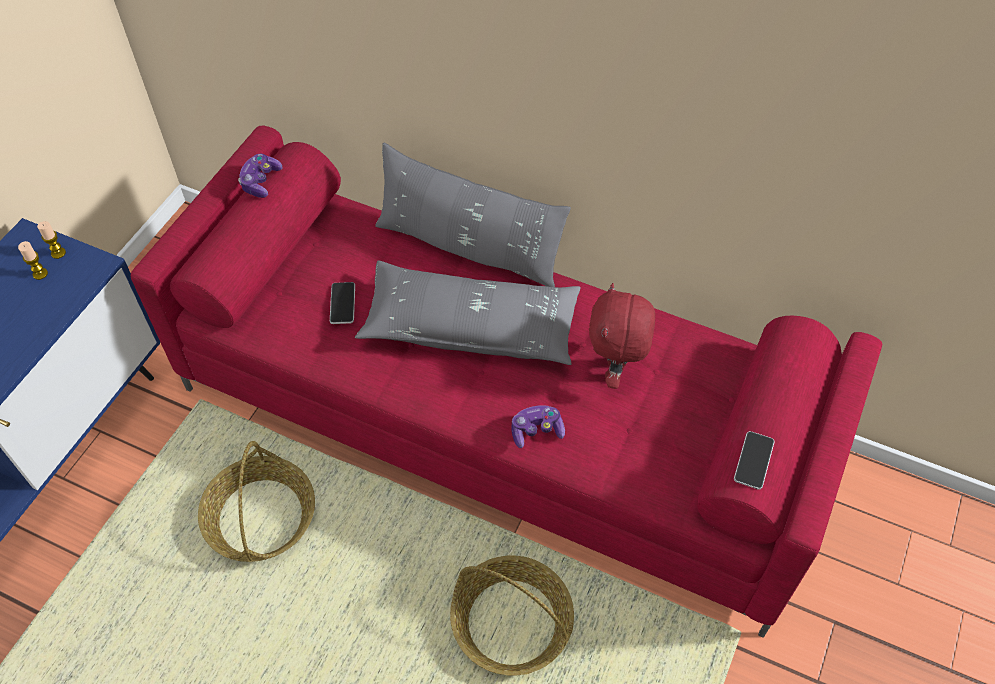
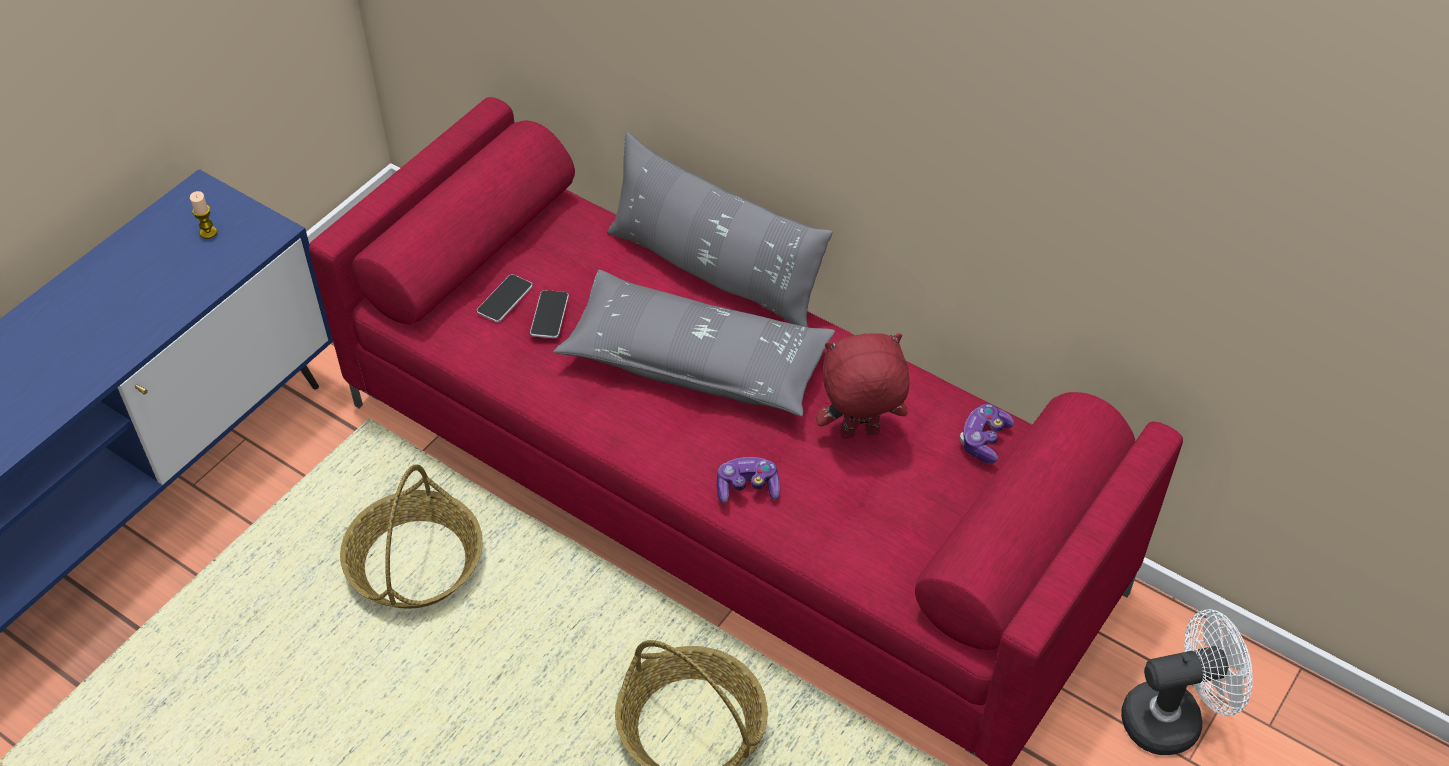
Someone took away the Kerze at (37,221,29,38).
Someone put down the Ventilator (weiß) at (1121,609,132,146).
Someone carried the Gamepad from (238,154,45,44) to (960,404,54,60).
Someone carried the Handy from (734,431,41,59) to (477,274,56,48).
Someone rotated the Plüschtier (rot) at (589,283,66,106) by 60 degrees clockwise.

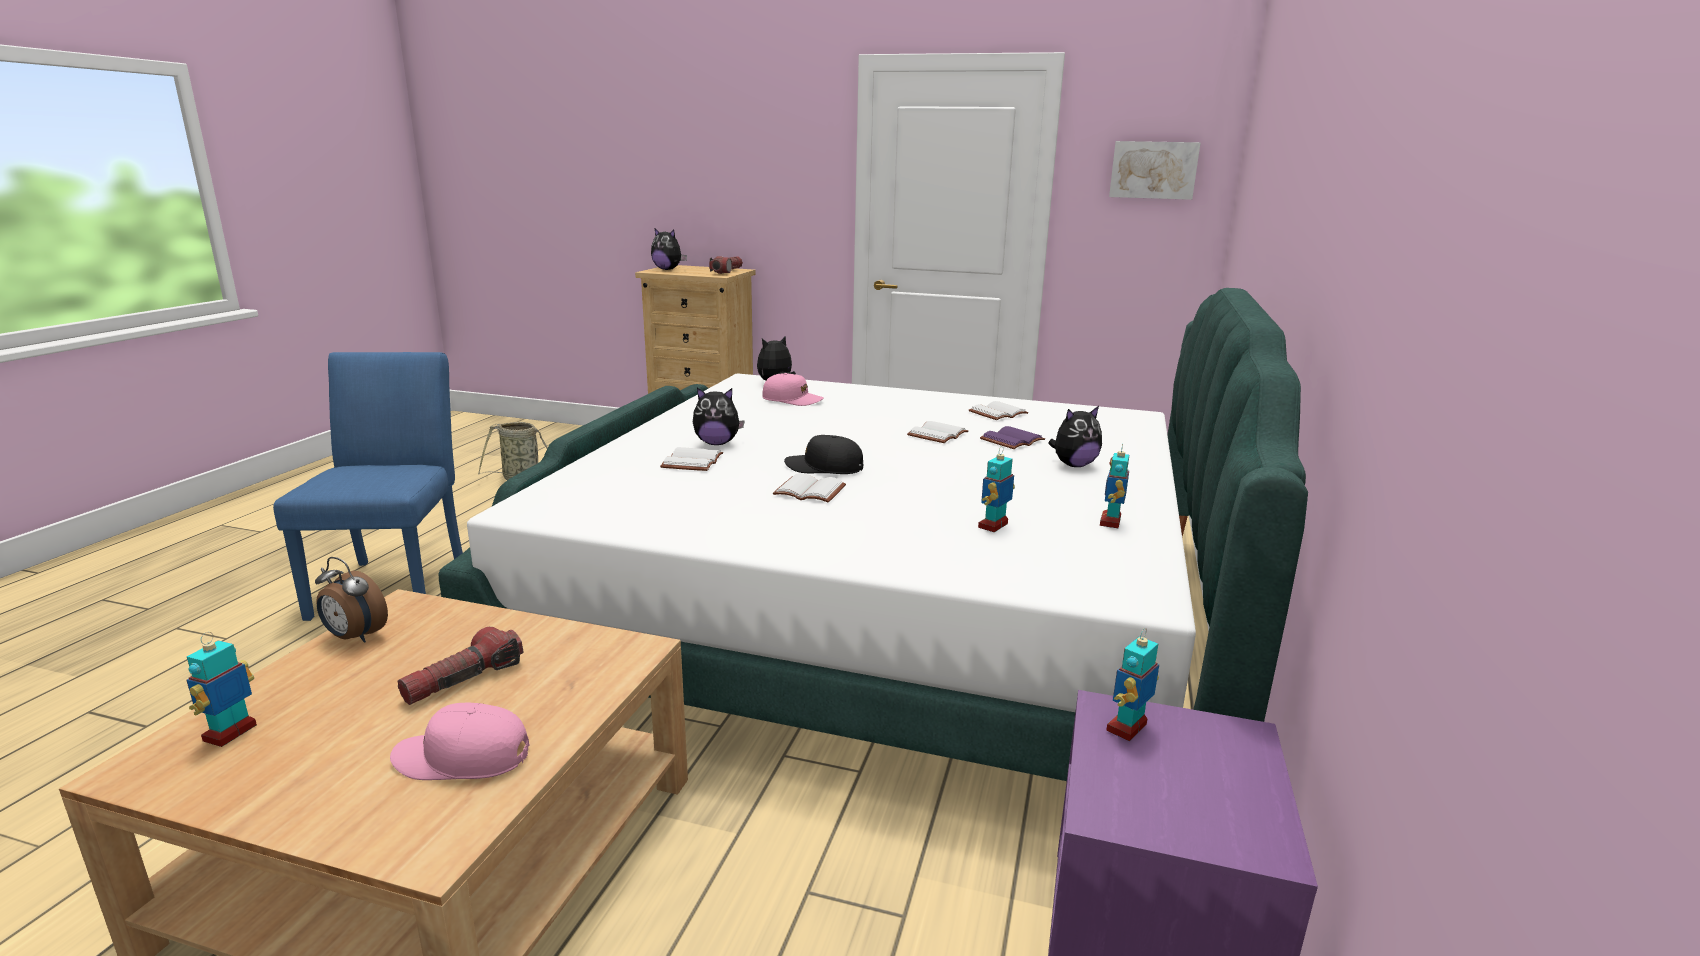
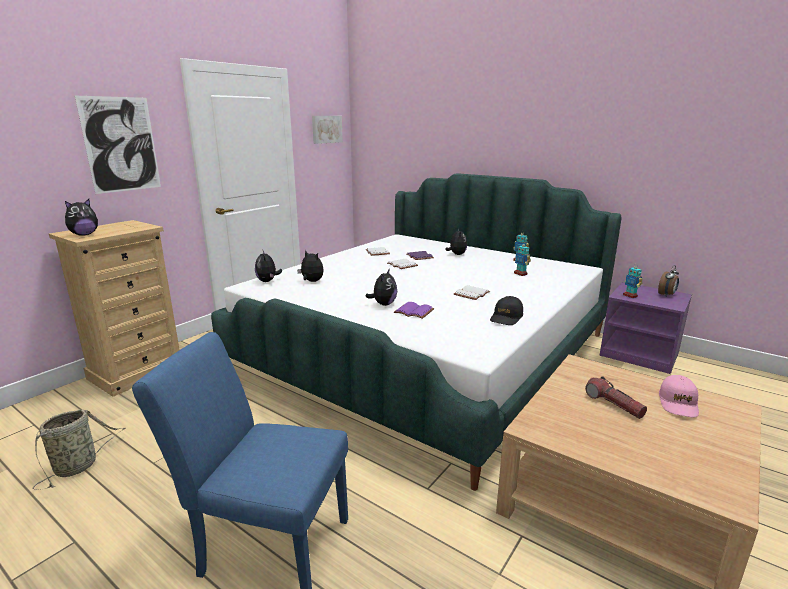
Someone took away the Spielzeugroboter at (187,632,70,115).
Someone took away the Taschenlampe at (709,256,34,18).
Someone put up the Bild at (75,96,86,98).
Someone carried the Wecker from (315,557,73,86) to (658,265,21,31).
Someone carried the Kappe (schwarz) from (784,435,79,39) to (490,296,33,29).
Someone swapped the Kappe (rosa) at (762,373,62,33) for the Plüschtier at (297,250,27,32).
Someone repainted the Buch (weiß) at (660,447,63,24), which became the Buch (lila) at (394,302,40,17).

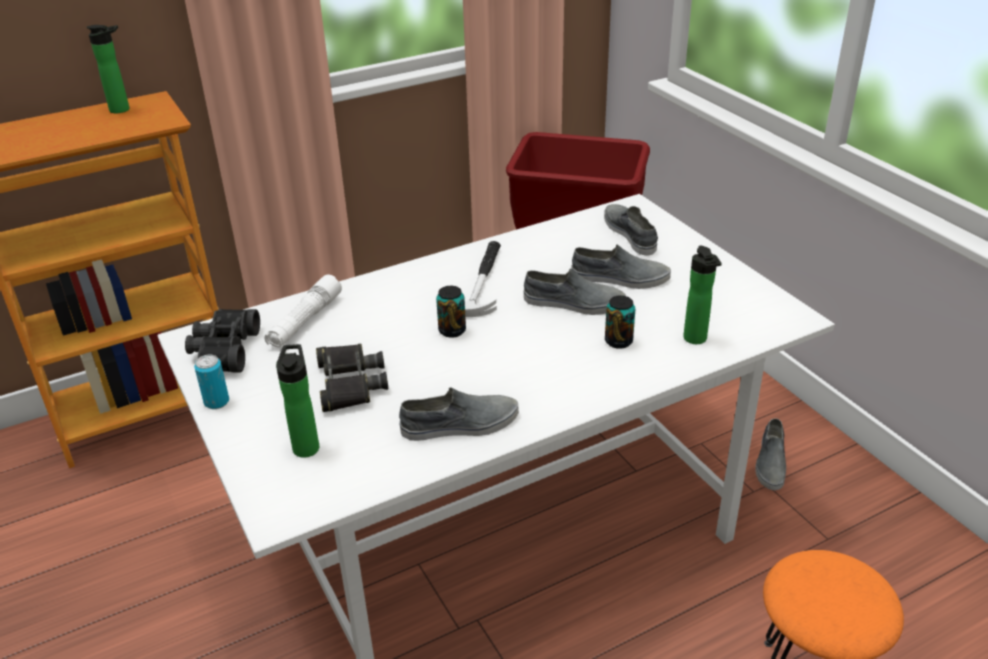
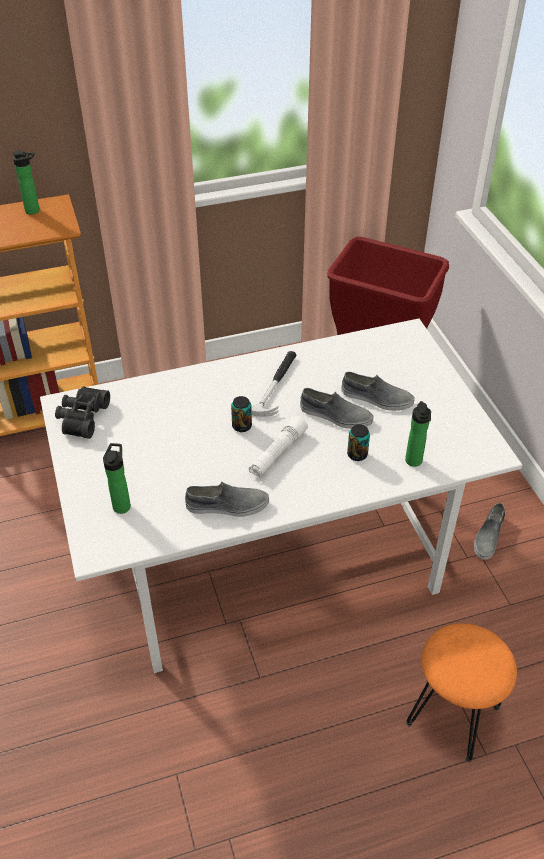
Someone took away the Dose at (194,355,35,54).
Someone took away the Fernglas (schwarz) at (316,344,72,68).
Someone took away the Schuh (grau) at (604,204,54,52).
Someone carried the Taschenlampe (weiß) from (265,275,77,73) to (249,416,59,61).

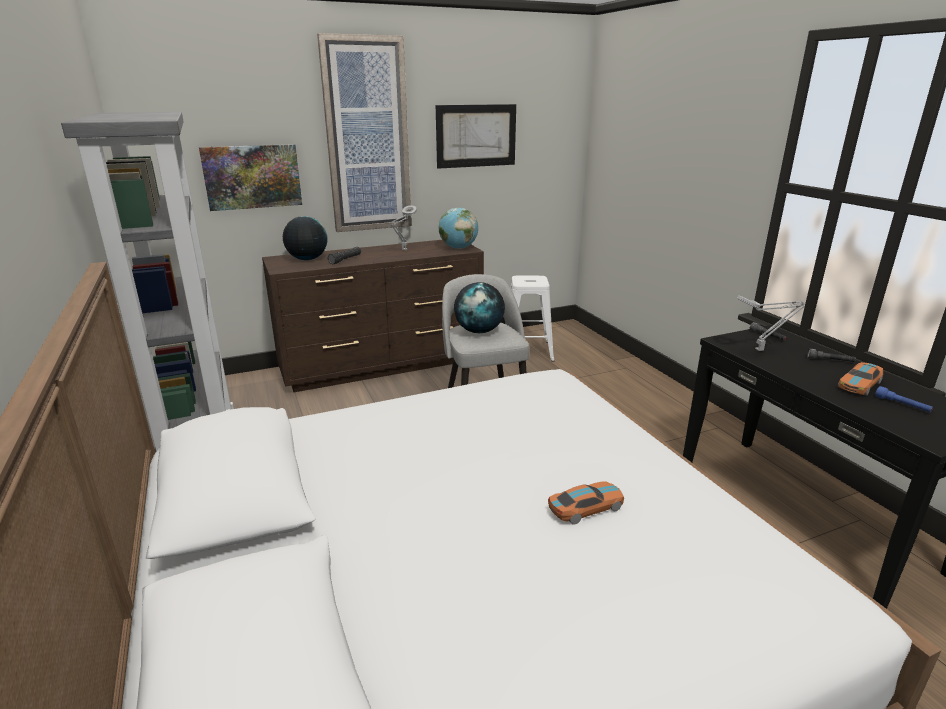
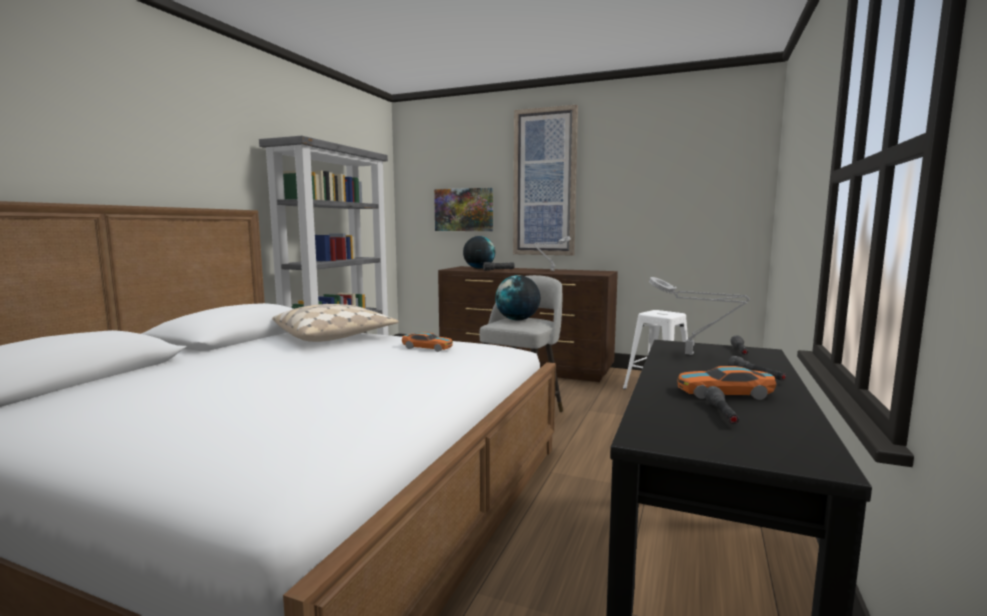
Someone took away the Bild at (436,104,80,65).
Someone took away the Globus at (439,208,39,41).
Someone put down the Kissen (beige) at (272,304,127,38).
Someone carried the Spielzeugauto from (548,481,76,44) to (402,332,51,20).
Someone repainted the Taschenlampe (blau) at (875,386,58,26), which became the Taschenlampe (grau) at (704,386,35,38).

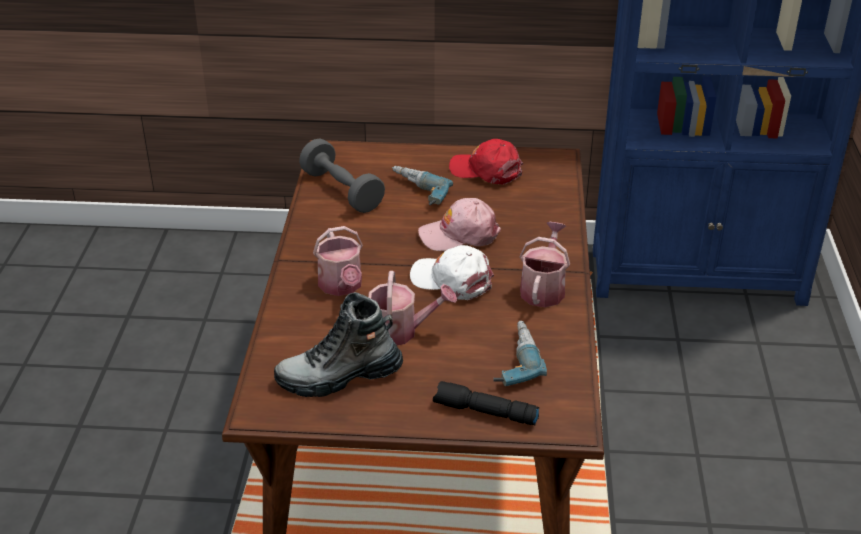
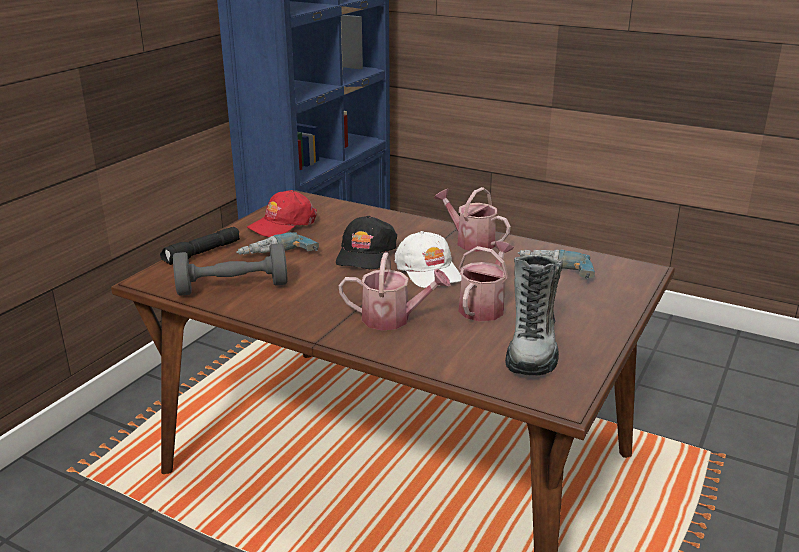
Someone carried the Taschenlampe (schwarz) from (433,381,107,44) to (160,227,80,38).
Someone repainted the Kappe (rosa) at (418,198,83,53), which became the Kappe (schwarz) at (336,216,61,53).
Someone rotated the Kappe (weiß) at (410,245,84,55) by 75 degrees counterclockwise.

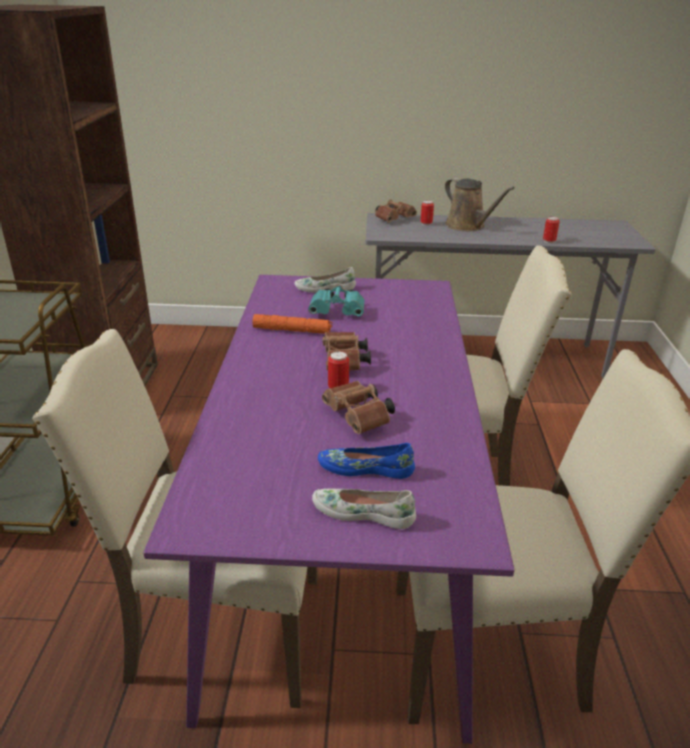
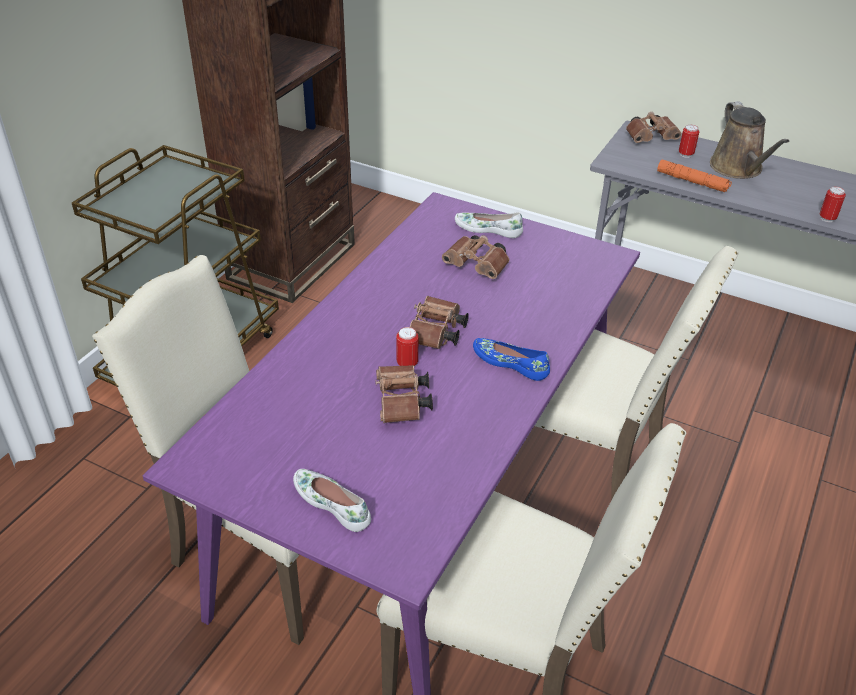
Someone carried the Taschenlampe (orange) from (252,314,80,20) to (657,160,75,32).
Someone carried the Schuh (blau) from (318,443,97,36) to (473,338,77,43).
Someone repainted the Fernglas (türkis) at (308,284,57,33), which became the Fernglas (braun) at (442,235,67,44).

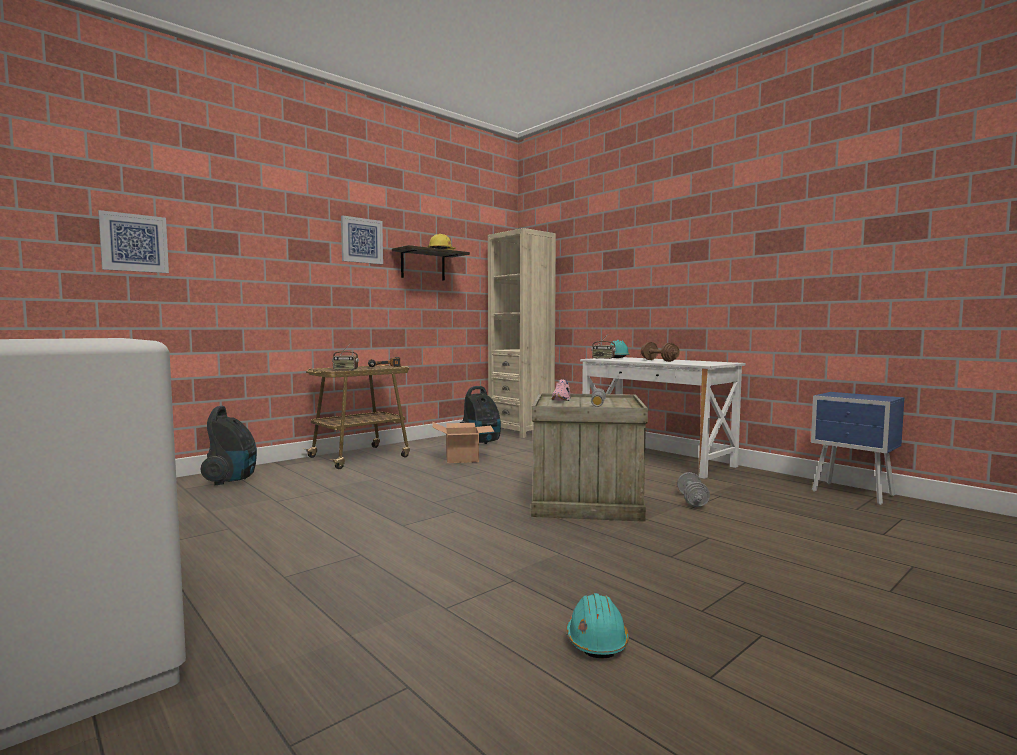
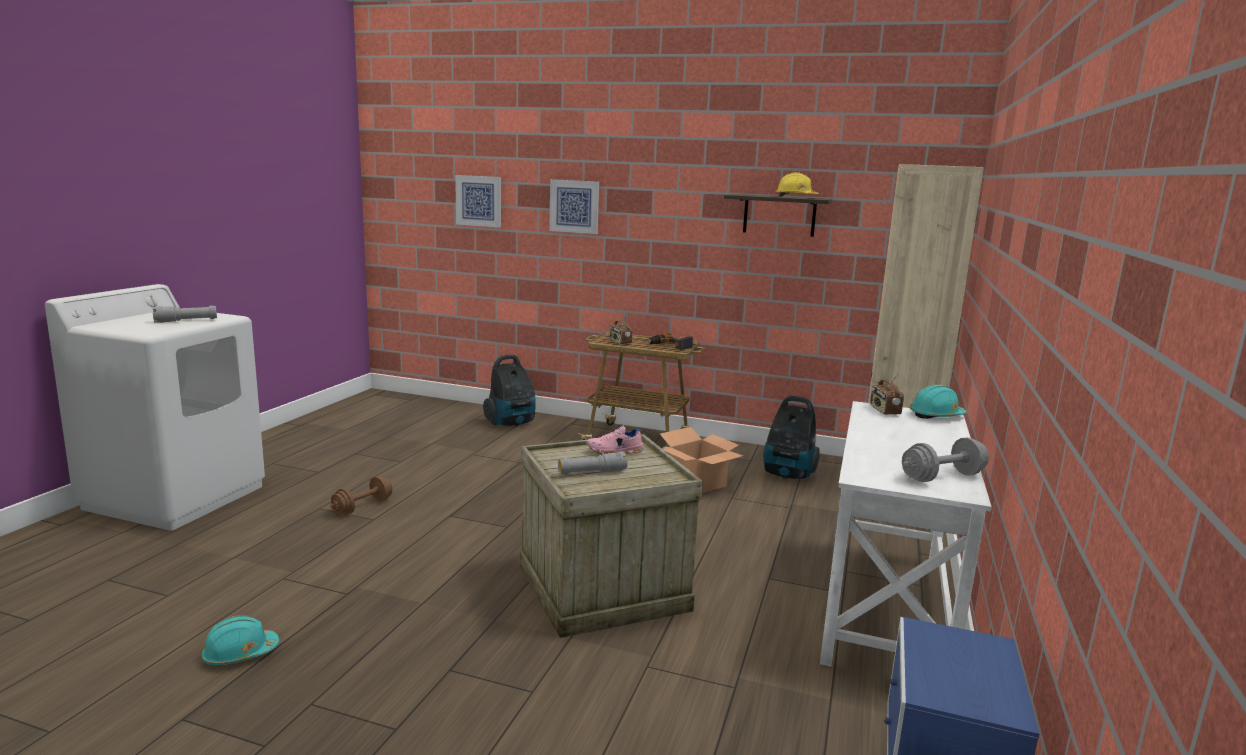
Someone put down the Taschenlampe (grau) at (152,306,65,17).
Someone carried the Bild from (341,215,42,49) to (549,179,50,55).
Someone carried the Hantel (braun) from (641,342,39,20) to (331,476,62,39).
Someone carried the Hantel (grau) from (677,472,33,35) to (902,437,87,45).

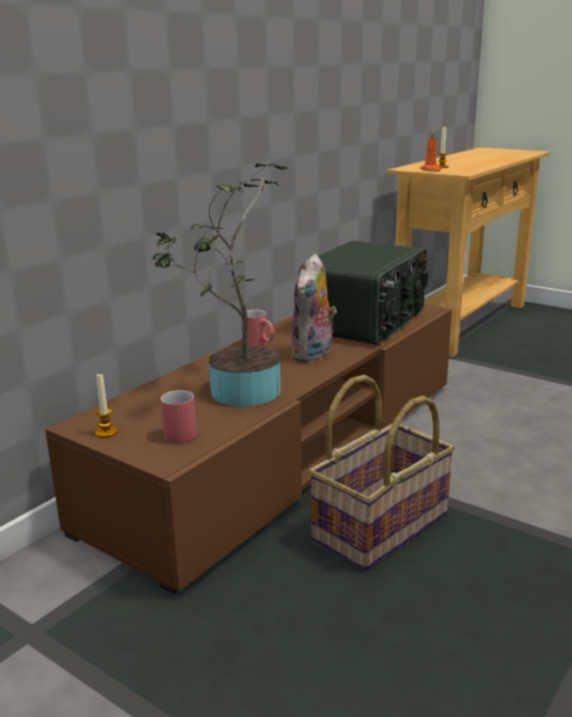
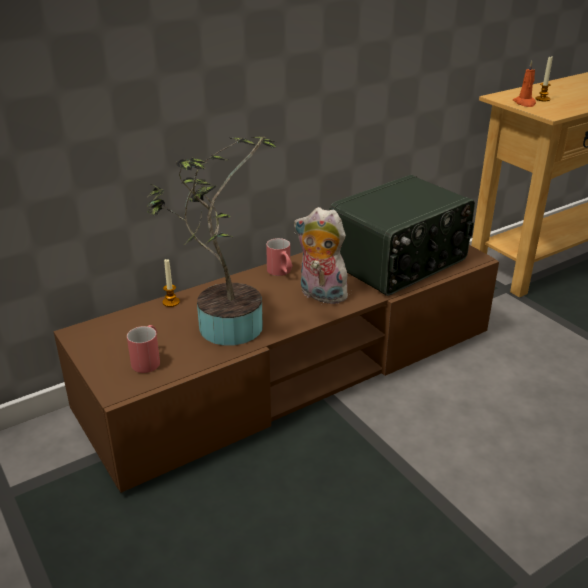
Someone took away the Korb at (308,375,147,195).
Someone carried the Kerze from (95,373,22,65) to (163,258,17,49).
Someone rotated the Plüschtier at (291,254,46,109) by 75 degrees clockwise.

